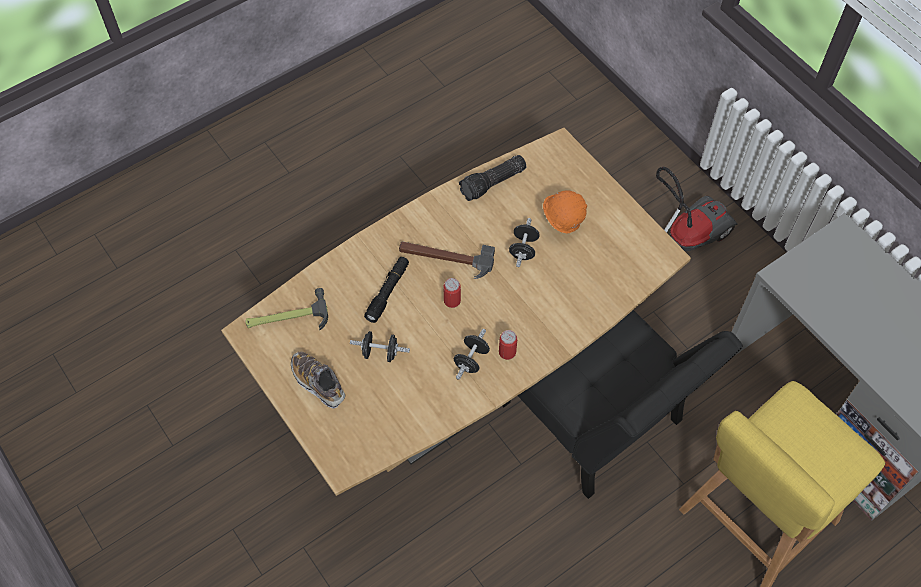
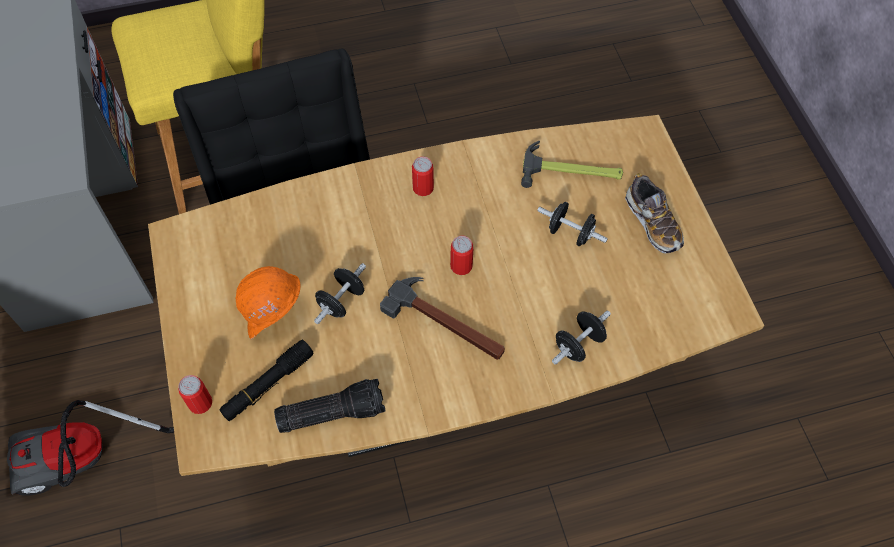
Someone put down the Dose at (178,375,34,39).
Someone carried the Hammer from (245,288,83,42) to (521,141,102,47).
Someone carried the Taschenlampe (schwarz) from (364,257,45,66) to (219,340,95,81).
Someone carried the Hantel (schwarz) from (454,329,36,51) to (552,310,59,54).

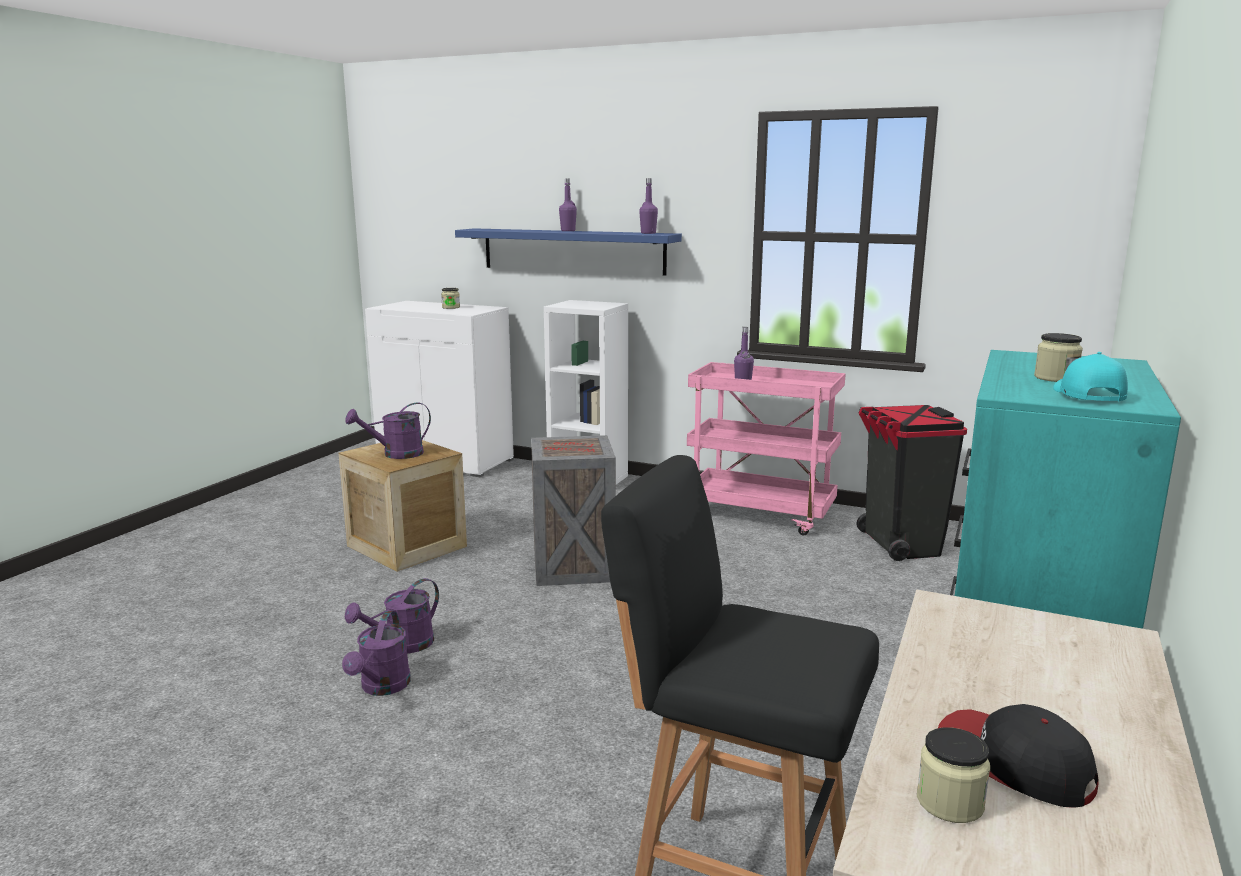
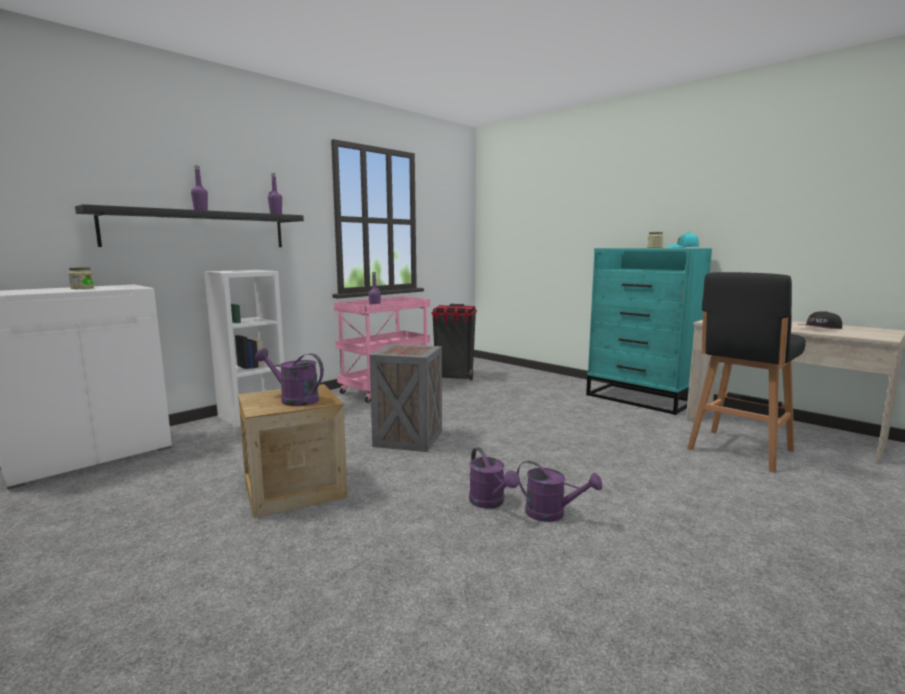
Someone took away the Vorratsglas at (917,727,73,96).
Someone repainted the Wandregal (blau) at (455,228,227,48), which became the Wandregal (schwarz) at (75,204,229,43).
Someone rotated the Gießkanne (lila) at (345,402,86,57) by 120 degrees clockwise.

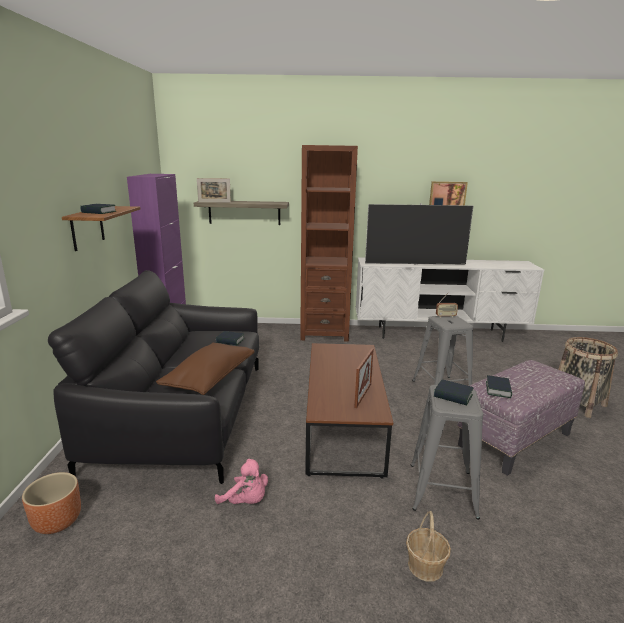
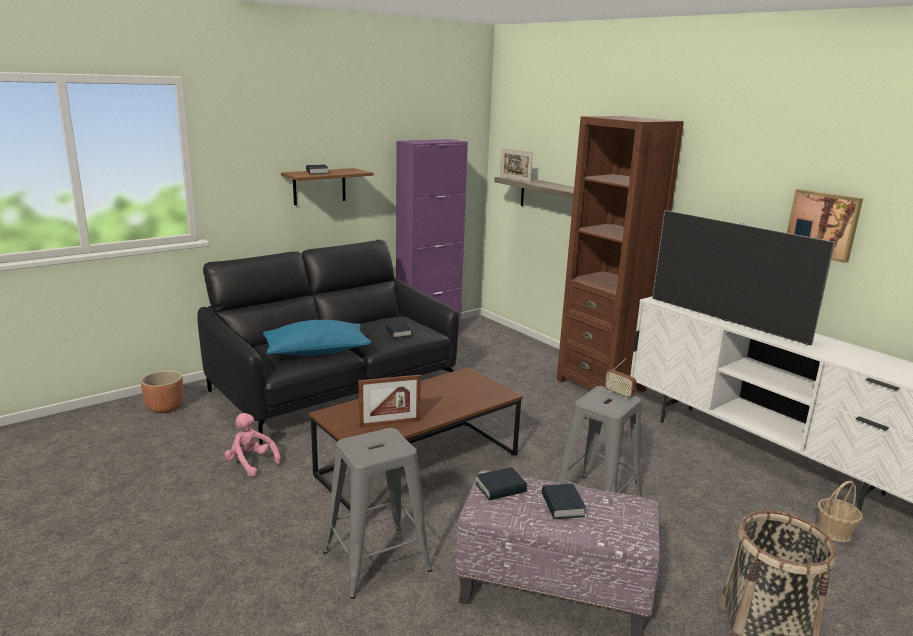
Someone carried the Korb from (406,511,45,71) to (817,481,46,61).
Someone carried the Buch from (434,379,40,27) to (542,484,44,35).
Someone repainted the Kissen (braun) at (156,343,99,52), which became the Kissen (blau) at (263,320,108,36).
Someone rotated the Plüschtier (rosa) at (215,459,53,45) by 135 degrees clockwise.

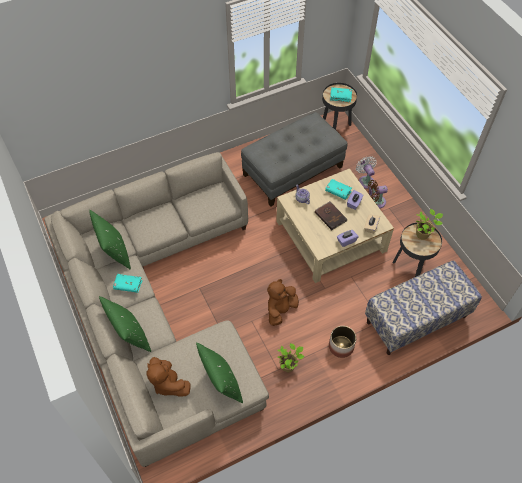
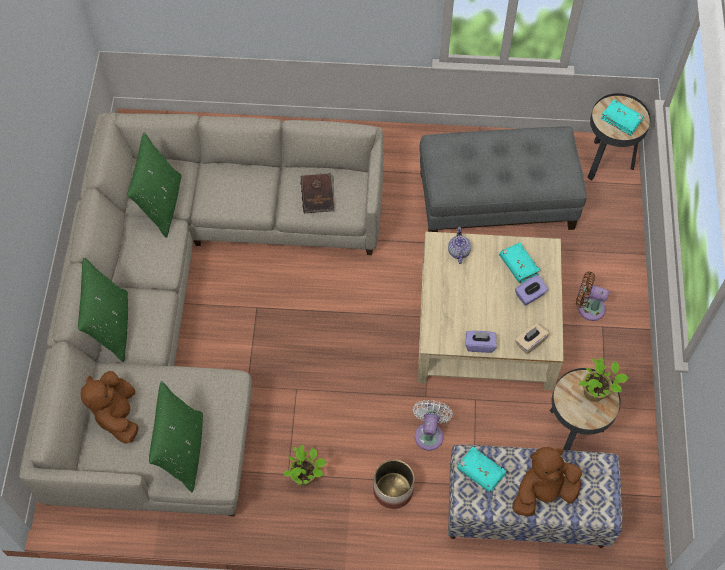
Someone carried the Buch (türkis) from (113,274,30,19) to (457,447,49,46).
Someone carried the Plüschtier (braun) from (267,279,32,47) to (513,447,69,69).
Someone carried the Buch (braun) from (315,201,32,29) to (301,173,34,41).
Someone carried the Ventilator (weiß) from (356,156,20,33) to (413,400,40,51).

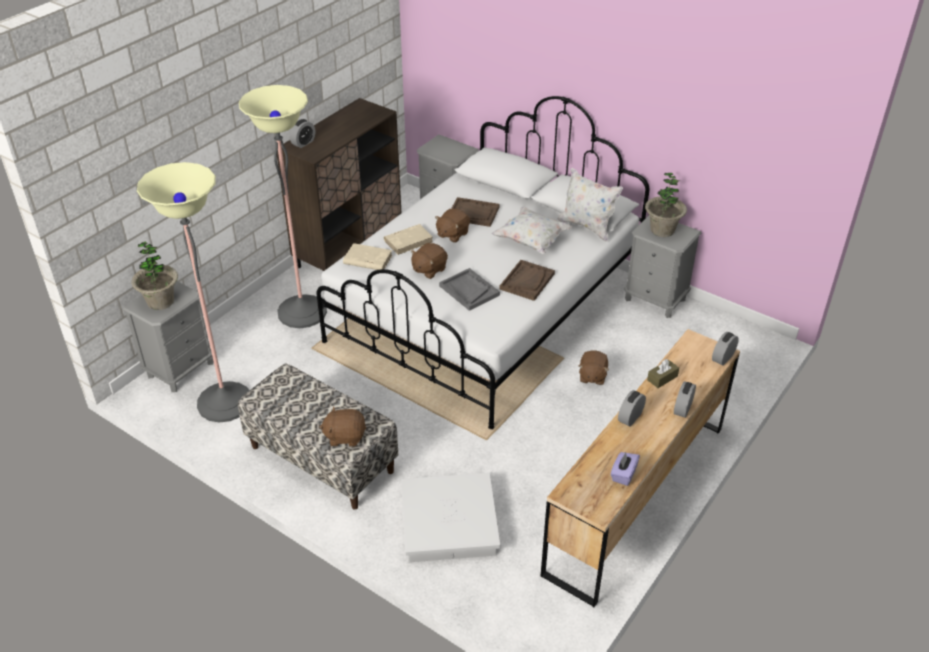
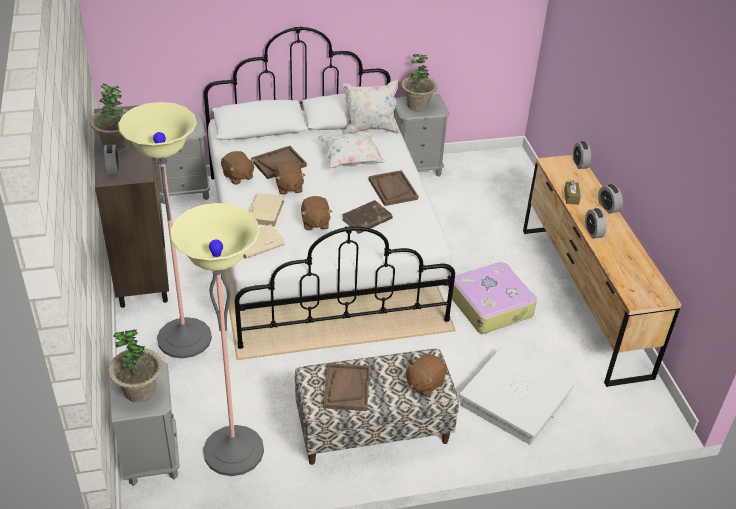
Someone took away the Taschentuchbox (lila) at (610,452,30,34).
Someone put down the Topfpflanze at (90,83,40,69).
Someone put down the Tablett (braun) at (323,363,47,48).
Someone put down the Koffer at (452,262,85,72).
Someone carried the Plüschtier (braun) from (579,350,30,35) to (221,151,34,34).
Someone swapped the Tablett (grau) at (439,268,61,43) for the Buch (braun) at (342,200,51,34).

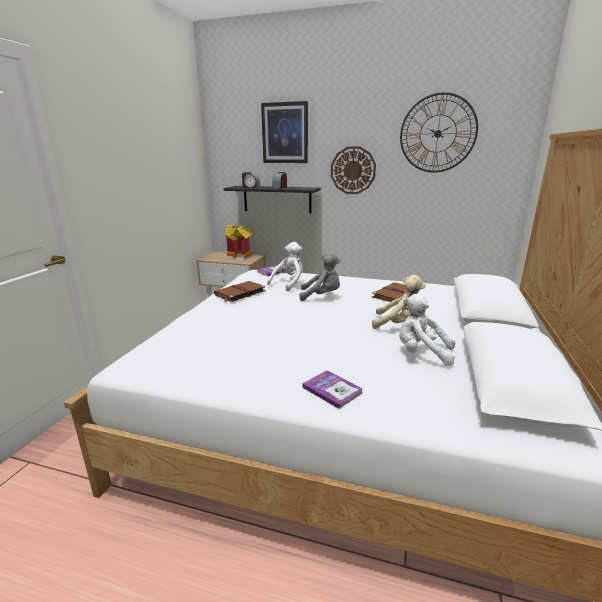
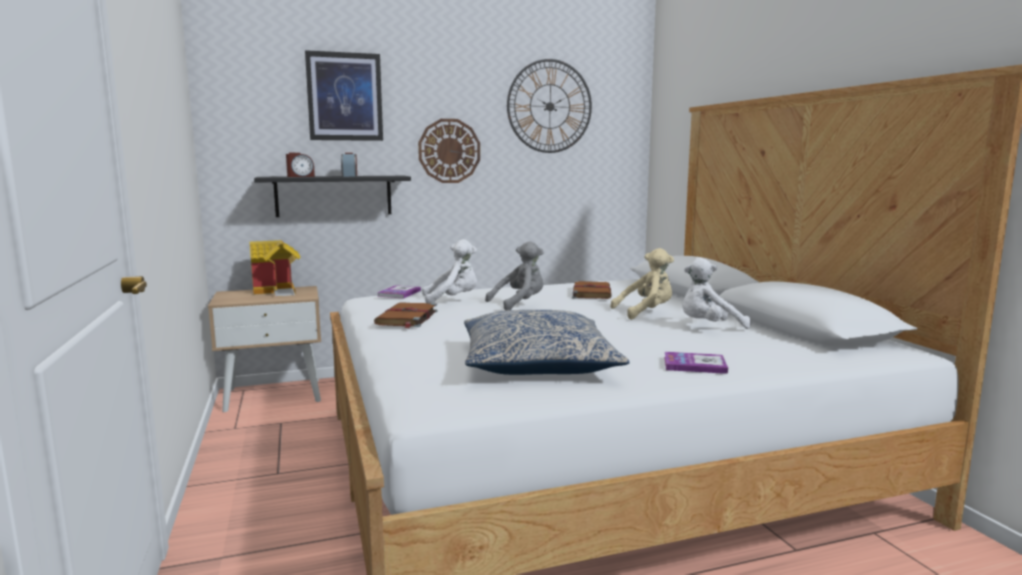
Someone put down the Kissen at (464,310,165,65).
Someone rotated the Plüschtier (weiß) at (267,242,36,50) by 75 degrees clockwise.

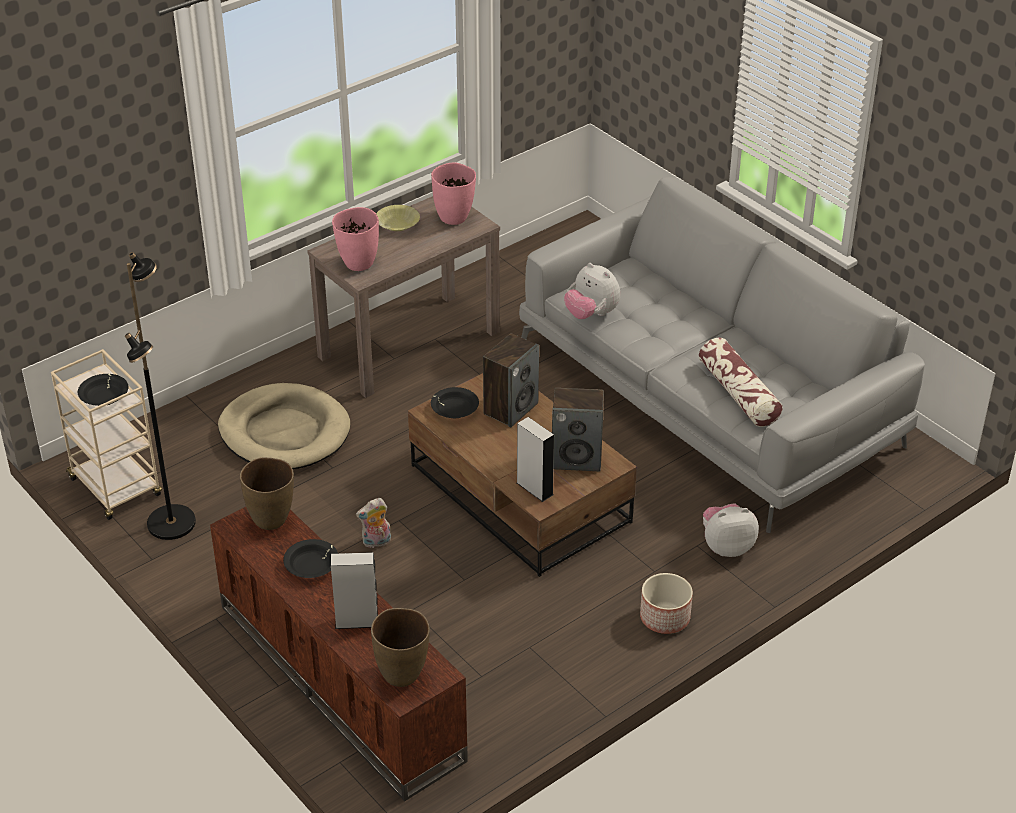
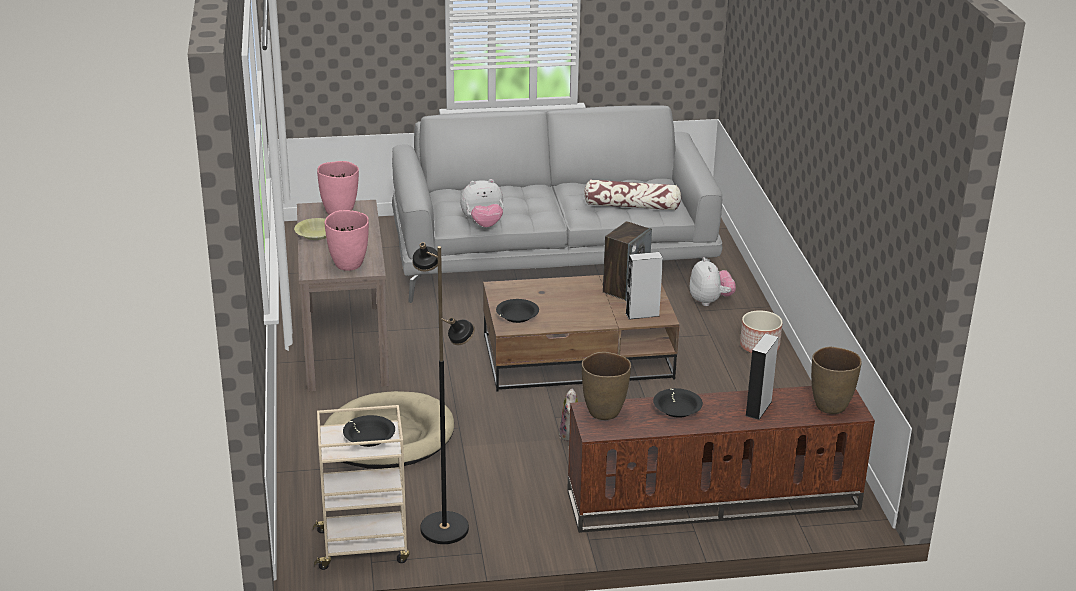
Someone took away the Lautsprecher at (483,333,56,94).
Someone rotated the Plüschtier at (703,503,56,54) by 150 degrees clockwise.

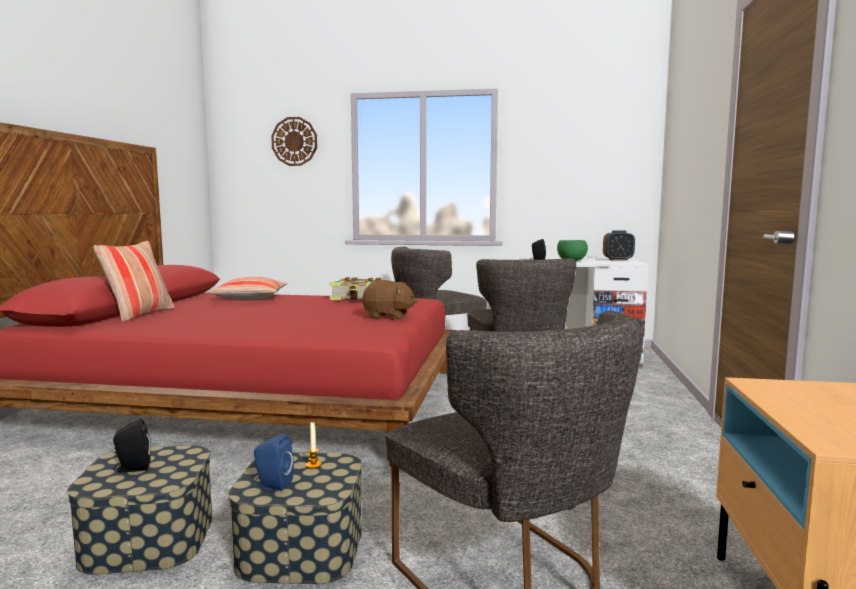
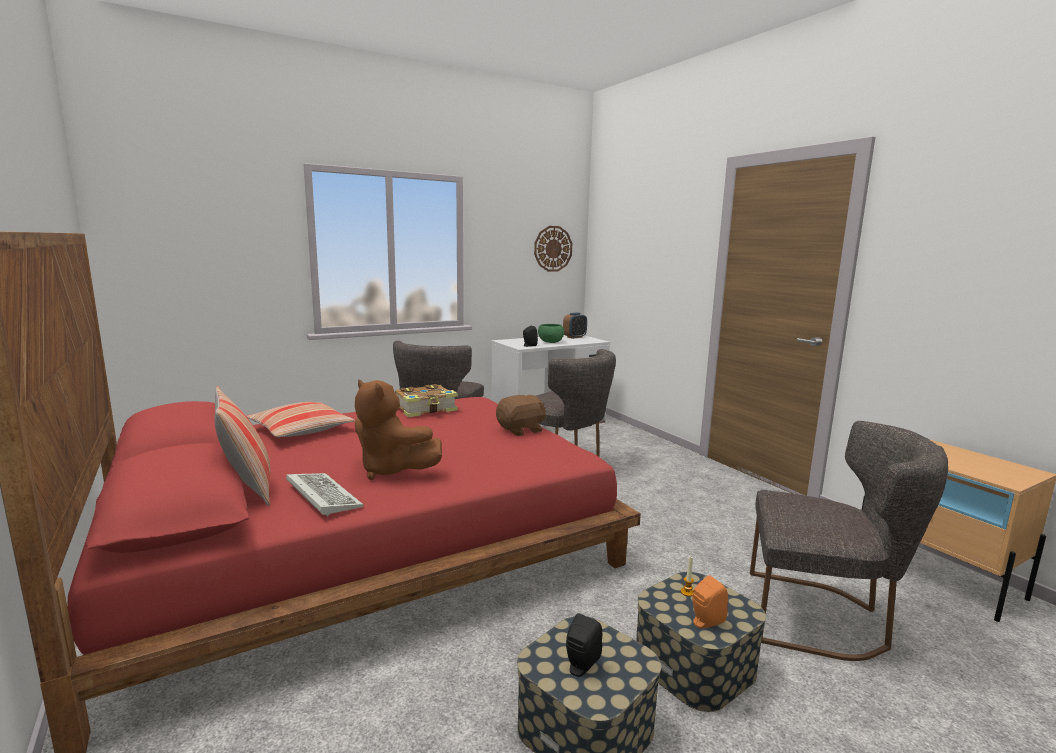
Someone put down the Tastatur at (286,473,78,43).
Someone put down the Plüschtier (braun) at (355,379,87,101).
Someone carried the Wanduhr from (271,117,46,49) to (534,226,38,46).
Someone repainted the Lautsprecher (blau) at (254,434,40,57), which became the Lautsprecher (orange) at (693,575,35,54).

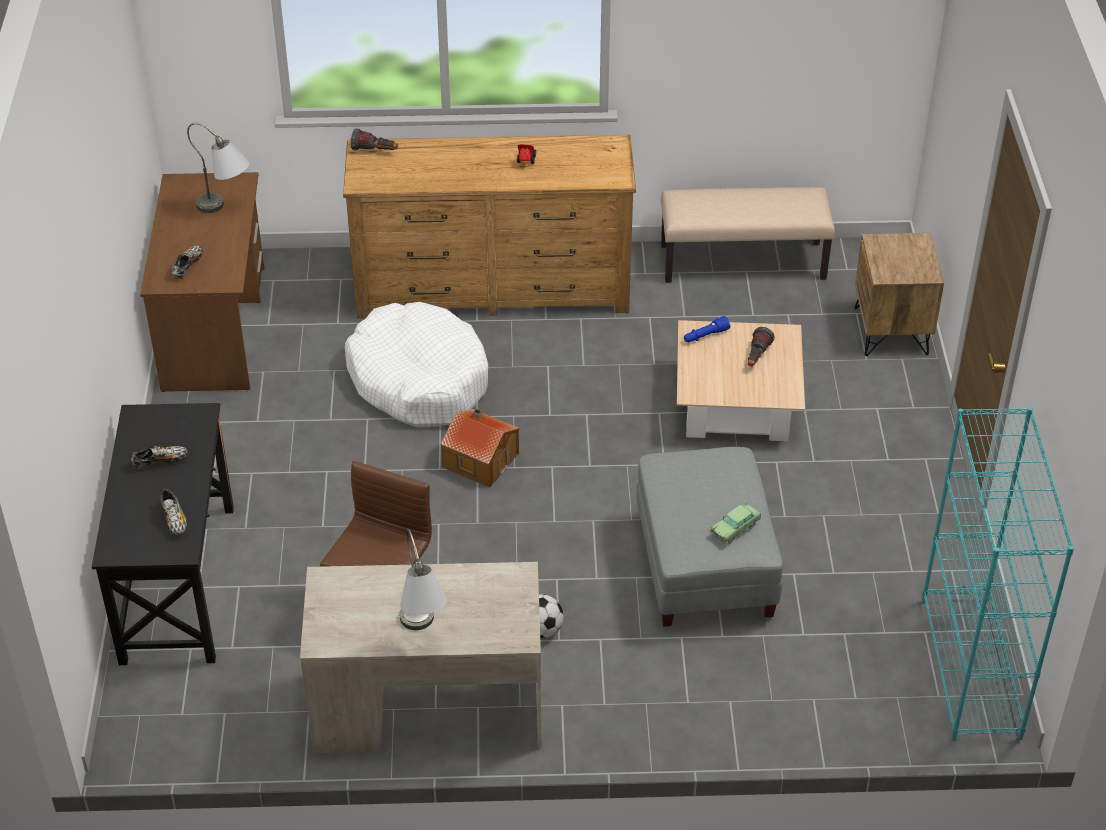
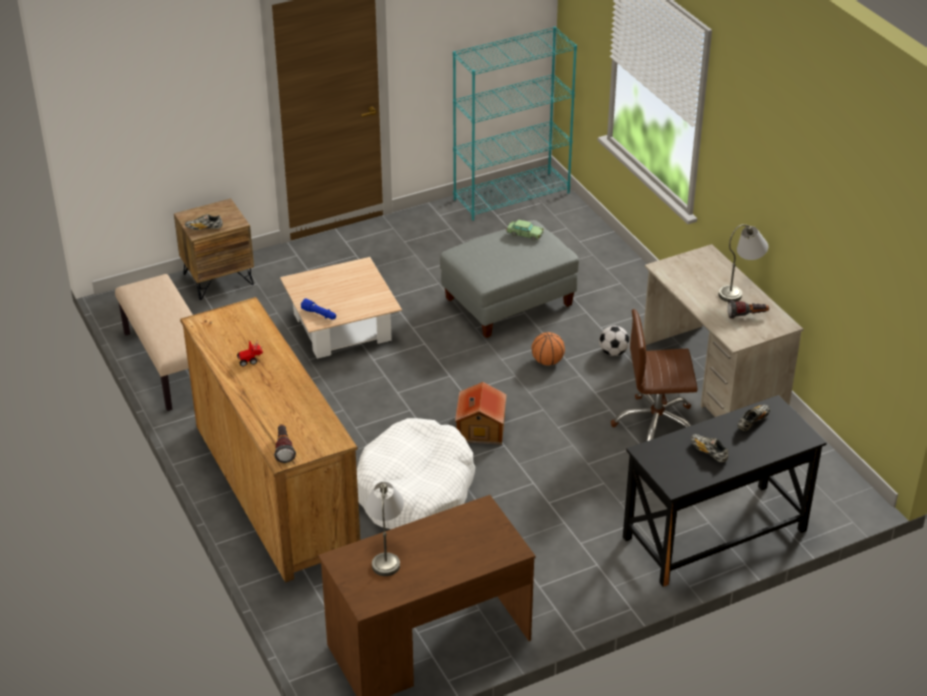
Someone put down the Basketball at (531,332,34,34).
Someone carried the Schuh from (172,245,31,34) to (185,214,38,16).
Someone carried the Taschenlampe from (748,327,27,39) to (727,300,42,19).

